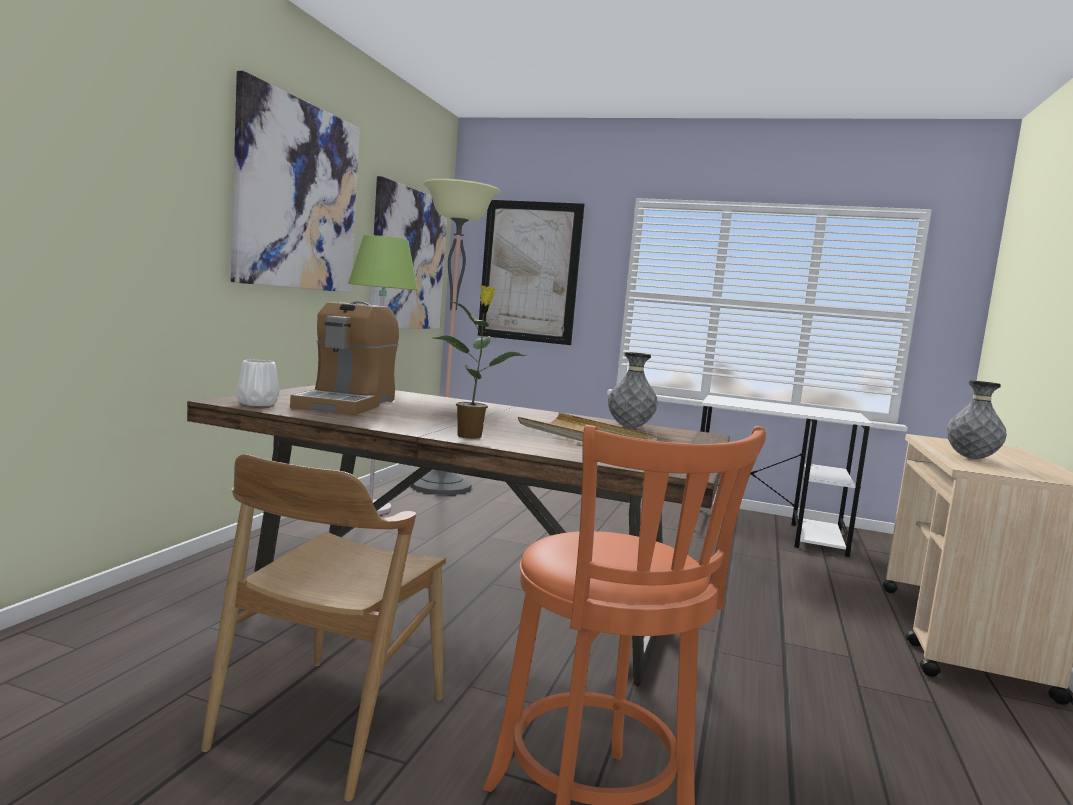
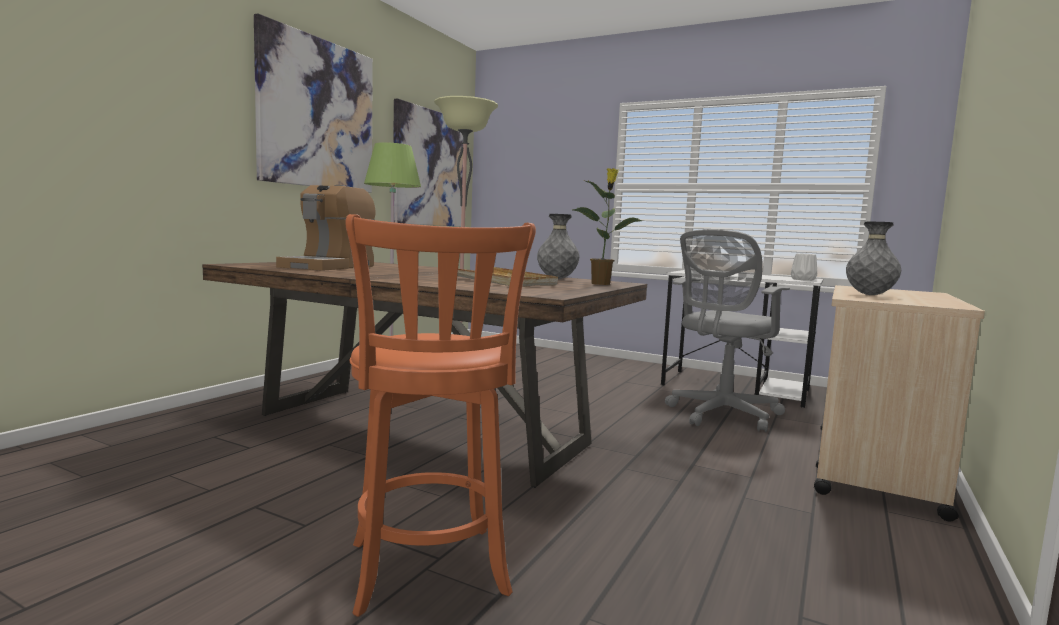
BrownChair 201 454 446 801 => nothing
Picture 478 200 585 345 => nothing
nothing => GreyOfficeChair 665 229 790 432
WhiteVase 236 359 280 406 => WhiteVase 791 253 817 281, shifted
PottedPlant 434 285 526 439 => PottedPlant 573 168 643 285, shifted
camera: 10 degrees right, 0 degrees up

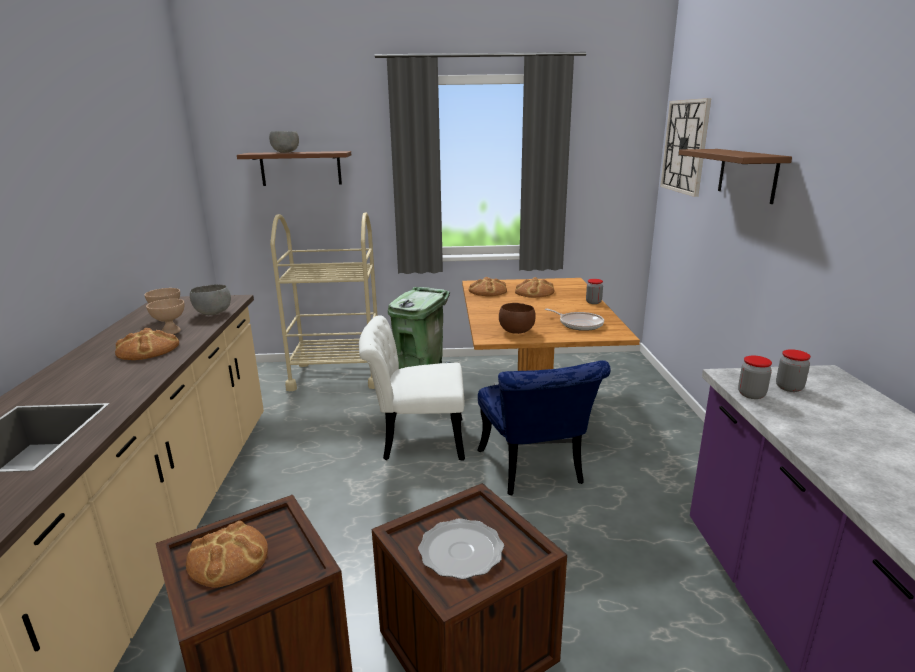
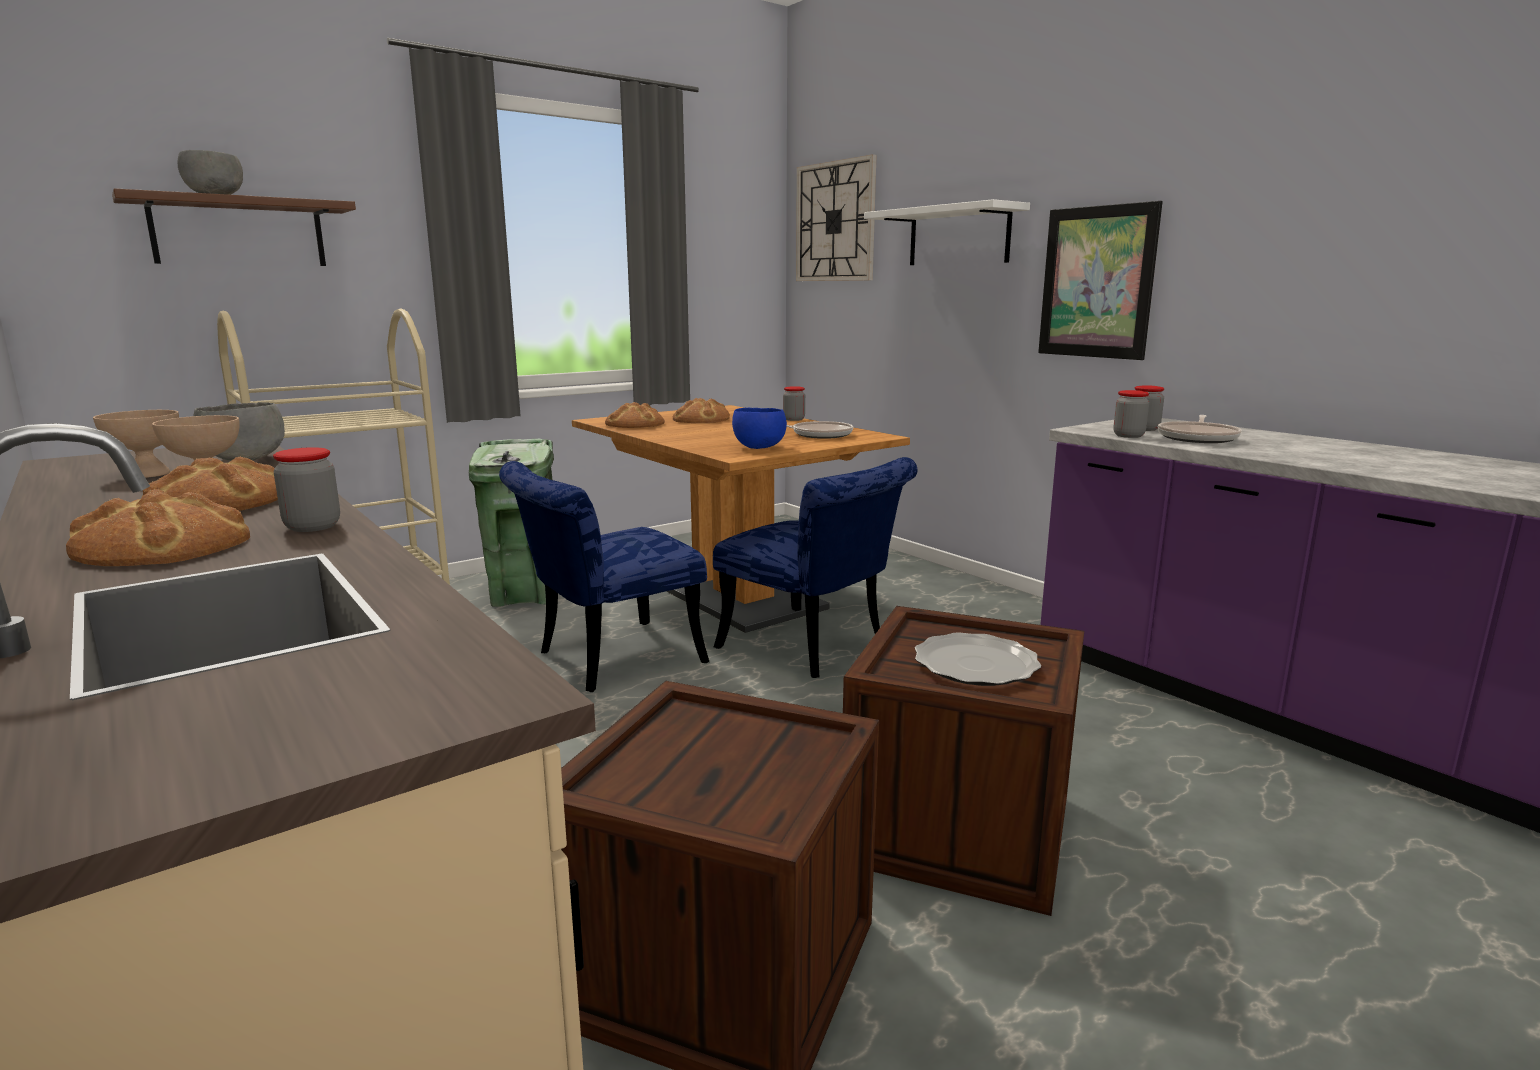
nothing => Jar 273 448 340 532
nothing => Picture 1038 201 1163 360
nothing => FryingPan 1158 415 1242 443
Bread 186 521 268 588 => Bread 66 489 250 566, shifted
WhiteChair 359 315 465 461 => BlueChair 499 461 709 692
BrownBowl 499 303 536 334 => BlueBowl 732 408 787 449
BrownShelf 679 149 792 204 => WhiteShelf 864 199 1030 265
camera: 35 degrees left, 5 degrees down

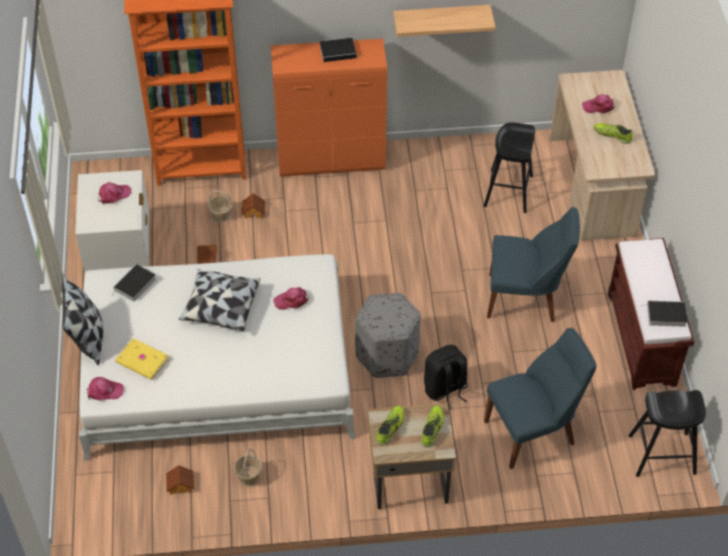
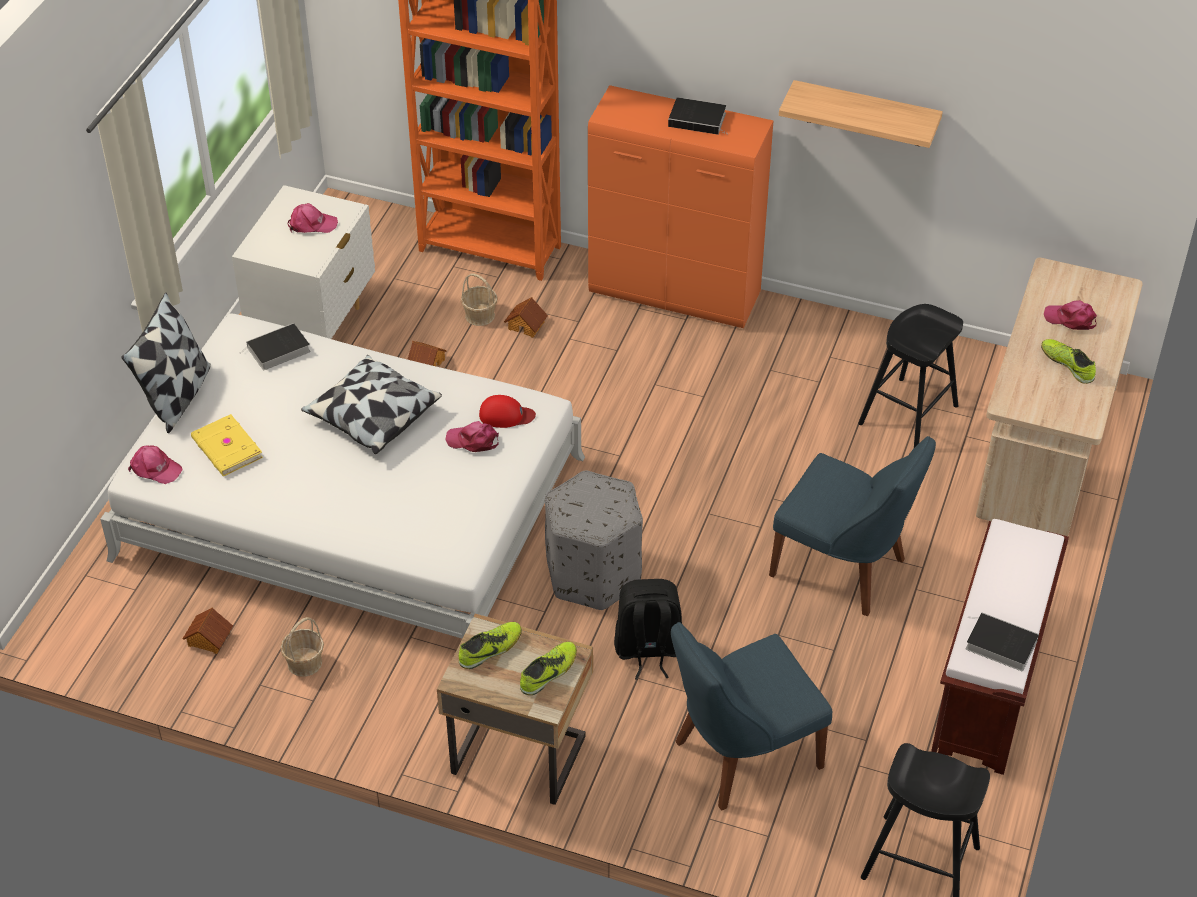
nothing => RedCap 479 395 536 428
BlueChair 484 328 596 469 => BlueChair 671 622 832 811, 150 degrees clockwise
camera: 25 degrees right, 5 degrees down

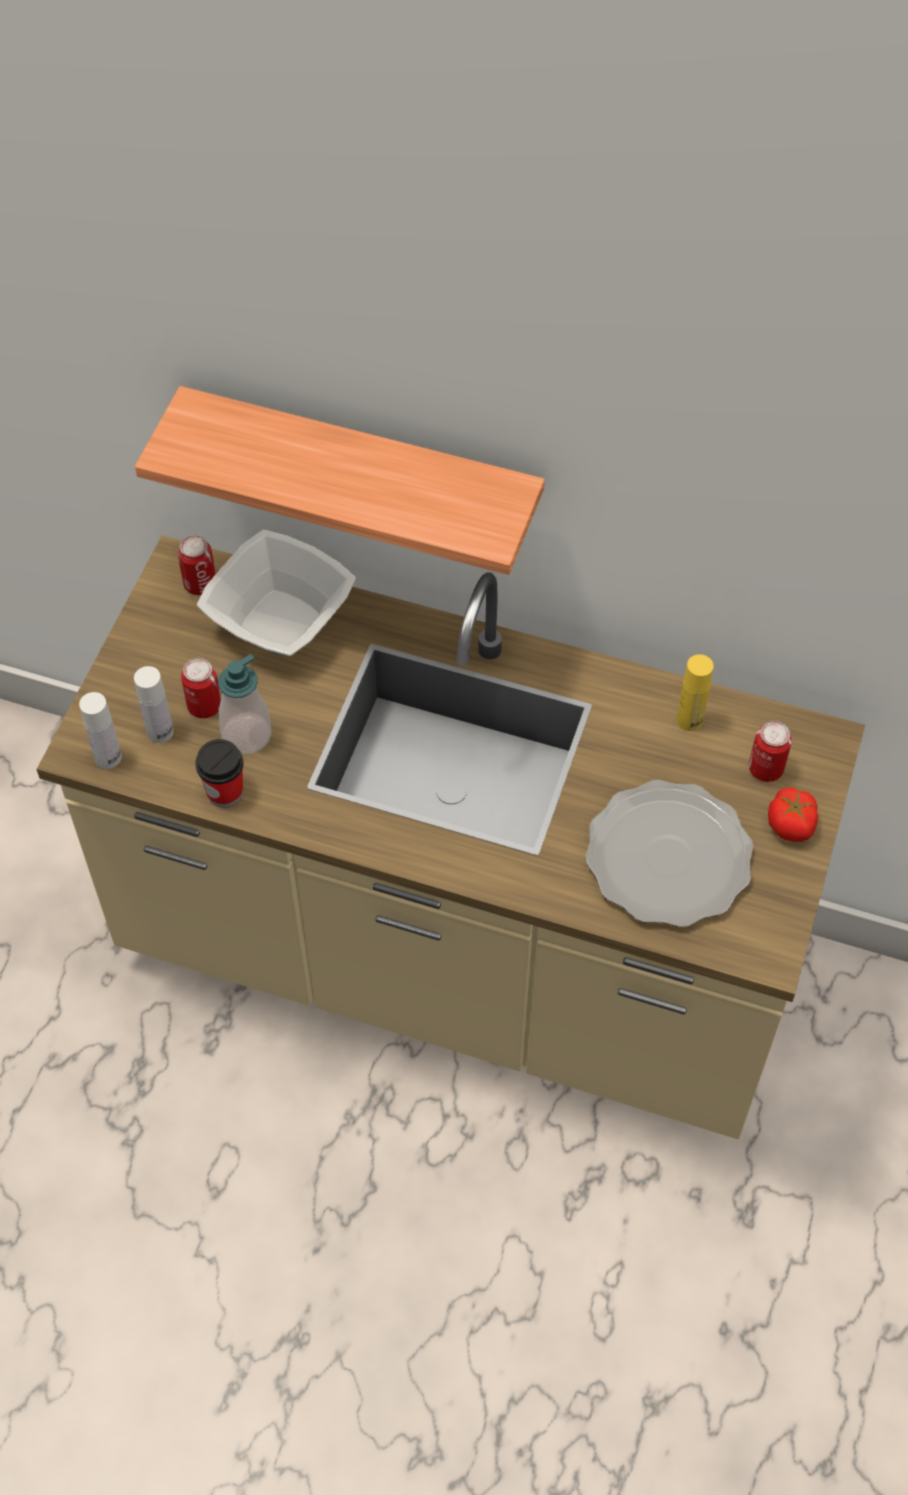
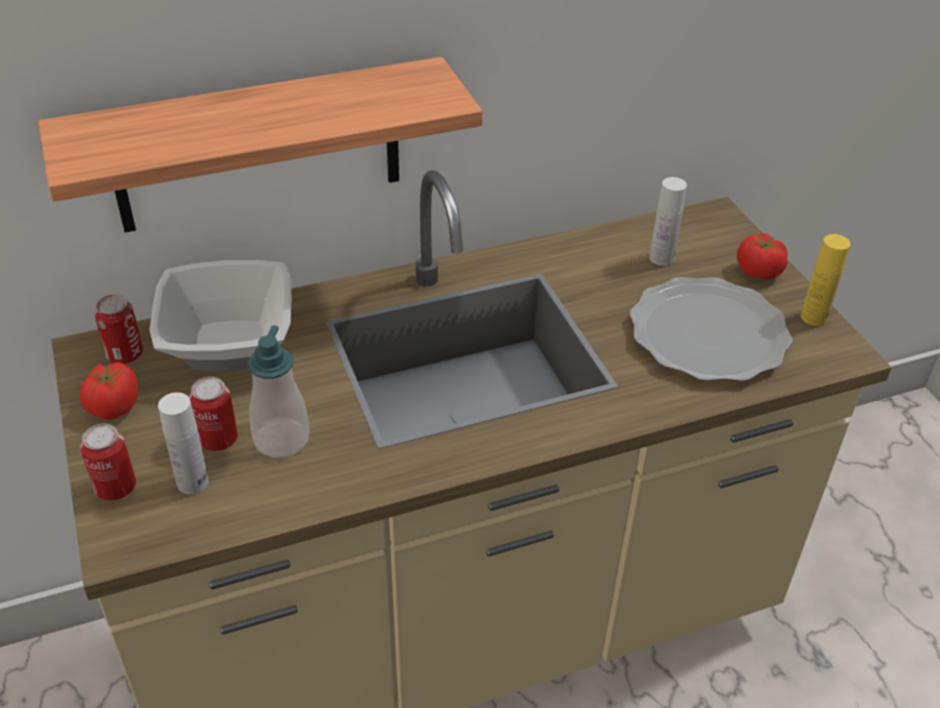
Cup 195 739 244 807 => nothing
nothing => Tomato 79 362 138 420
WhiteBottle 79 692 122 769 => WhiteBottle 649 177 687 266, shifted
YellowBottle 677 654 714 731 => YellowBottle 801 234 850 326, shifted
Can 748 721 792 782 => Can 80 424 136 501, shifted
camera: 40 degrees left, 15 degrees down

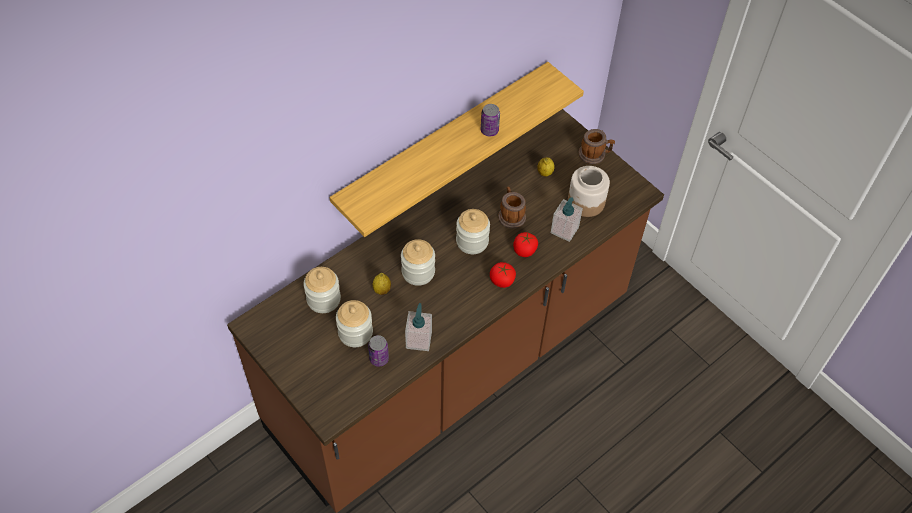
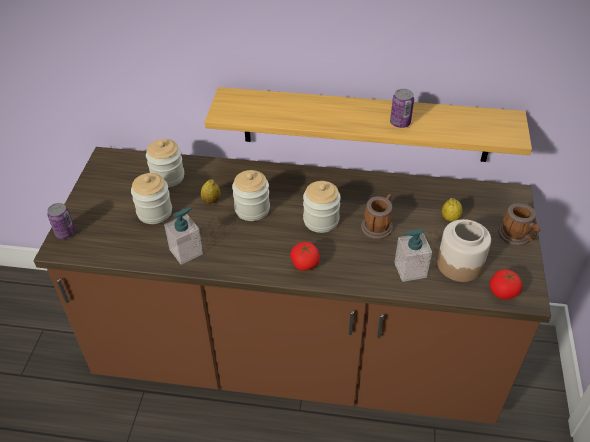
Can 368 335 389 367 => Can 47 203 75 239, shifted
Tomato 513 232 538 257 => Tomato 490 269 522 300, shifted
camera: 50 degrees right, 10 degrees down

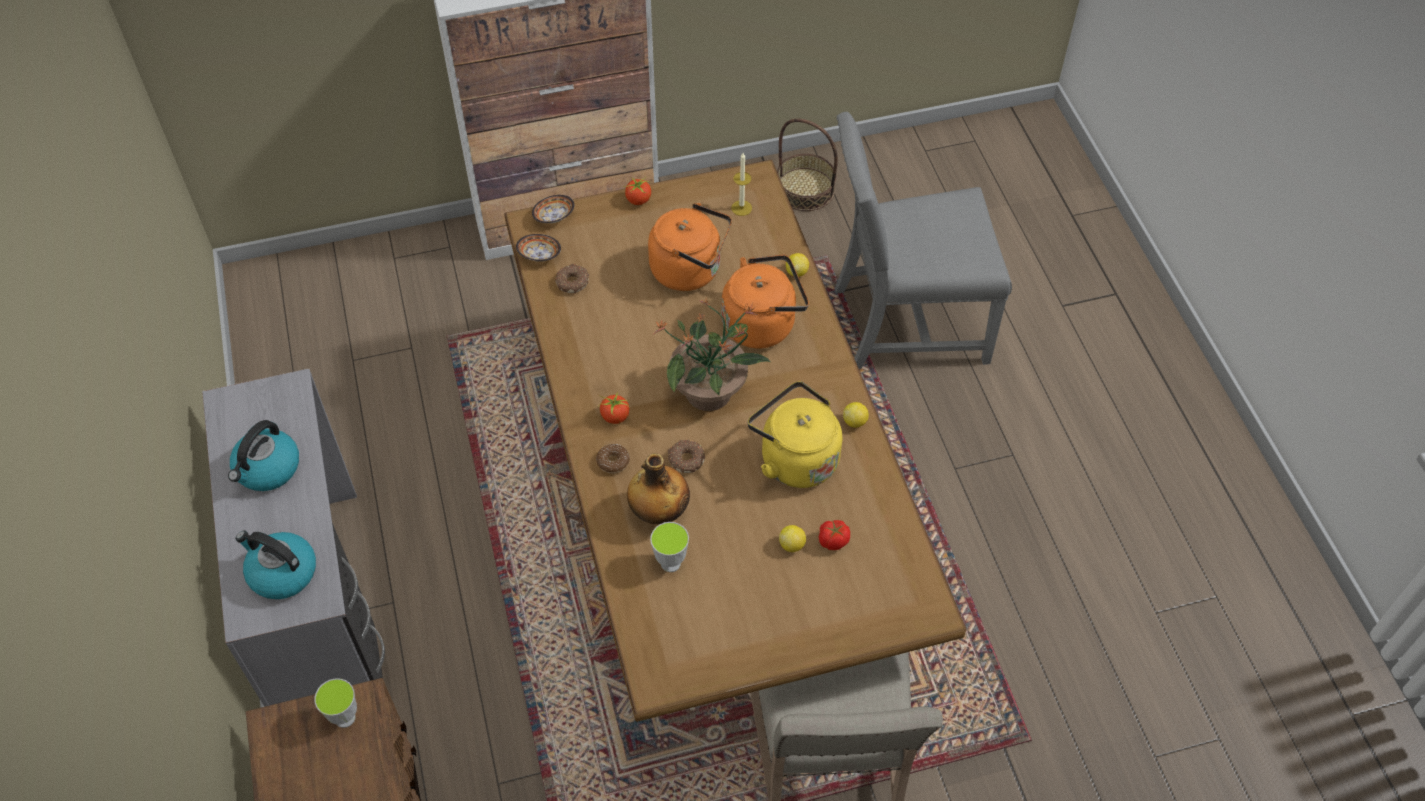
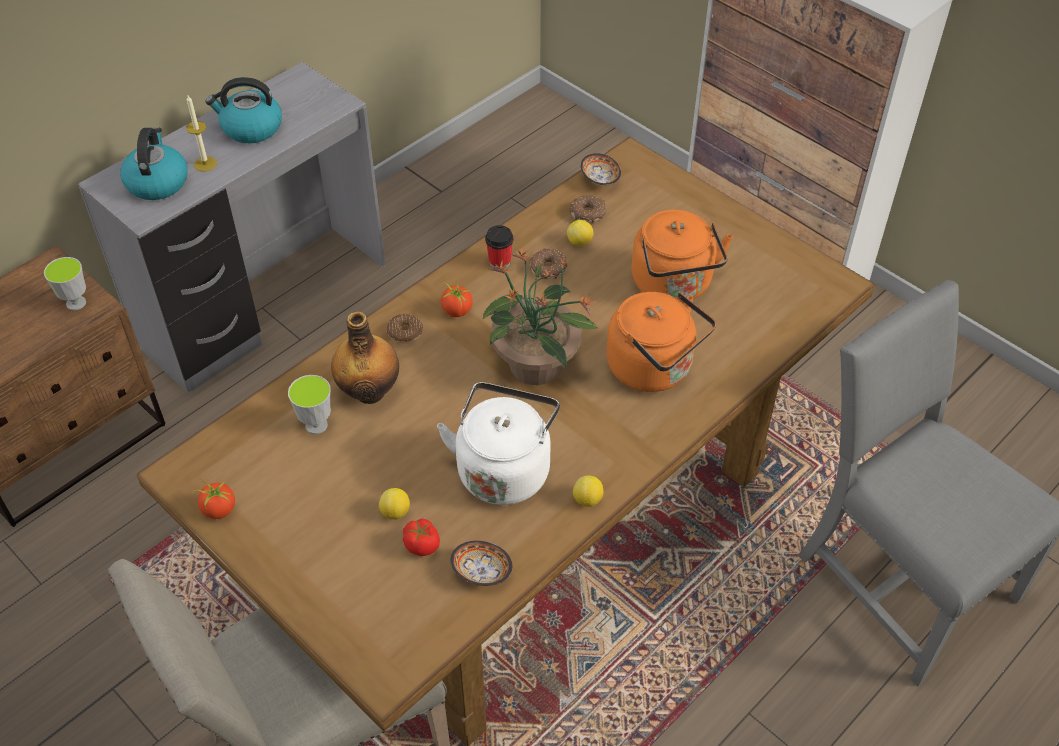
Basket 777 118 838 211 => nothing
nothing => Cup 485 225 513 270
Bowl 532 195 574 223 => Bowl 450 541 513 586, shifted
Tomato 623 177 651 205 => Tomato 193 479 235 519, shifted
Donut 668 439 705 473 => Donut 529 248 567 279, shifted
Candle 731 153 752 216 => Candle 186 95 217 172, shifted
Lemon 786 253 809 277 => Lemon 567 220 593 246, shifted
YellowKettle 748 381 842 488 => WhiteKettle 437 382 560 505
camera: 60 degrees right, 5 degrees down

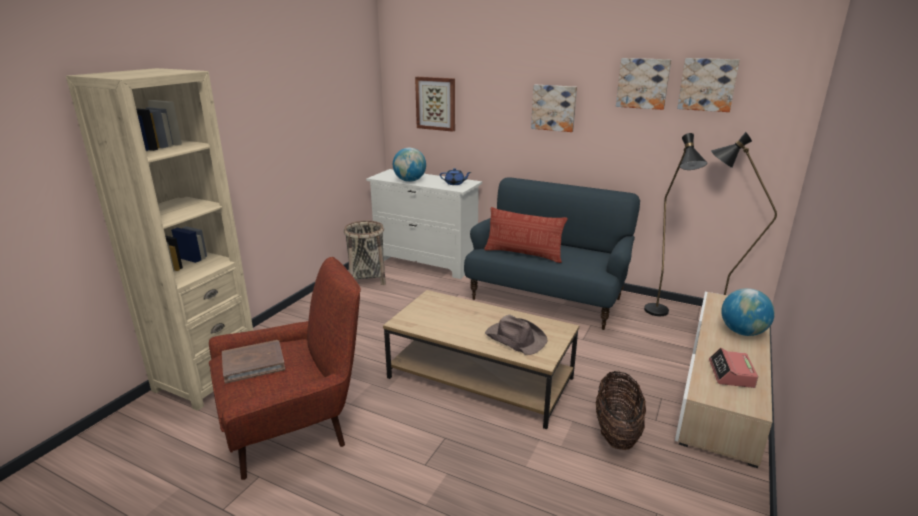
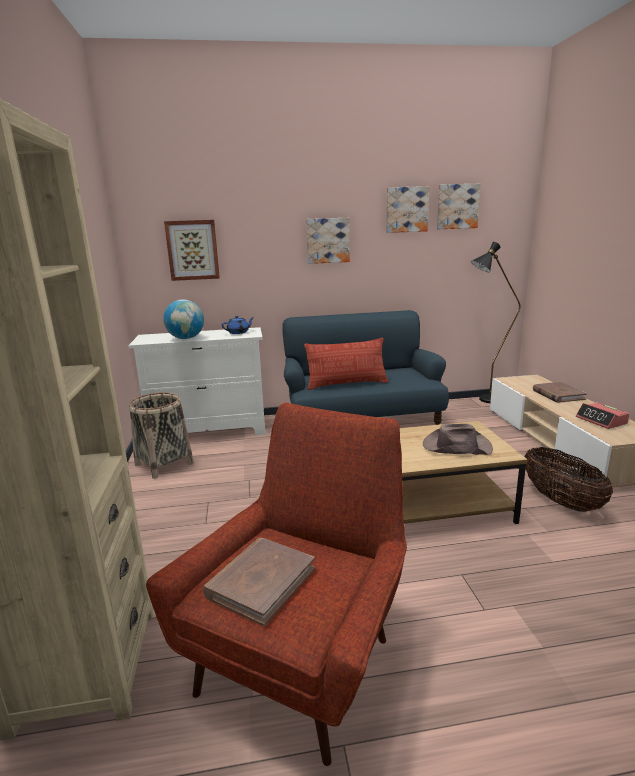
BlackFloorLamp 644 133 707 316 => nothing
Globe 721 288 775 336 => BrownBook 533 382 587 403
camera: 35 degrees left, 5 degrees down

